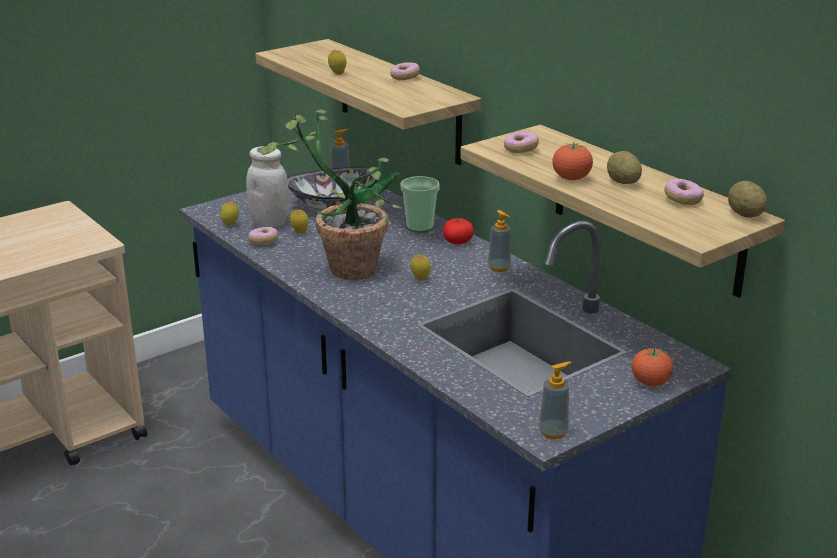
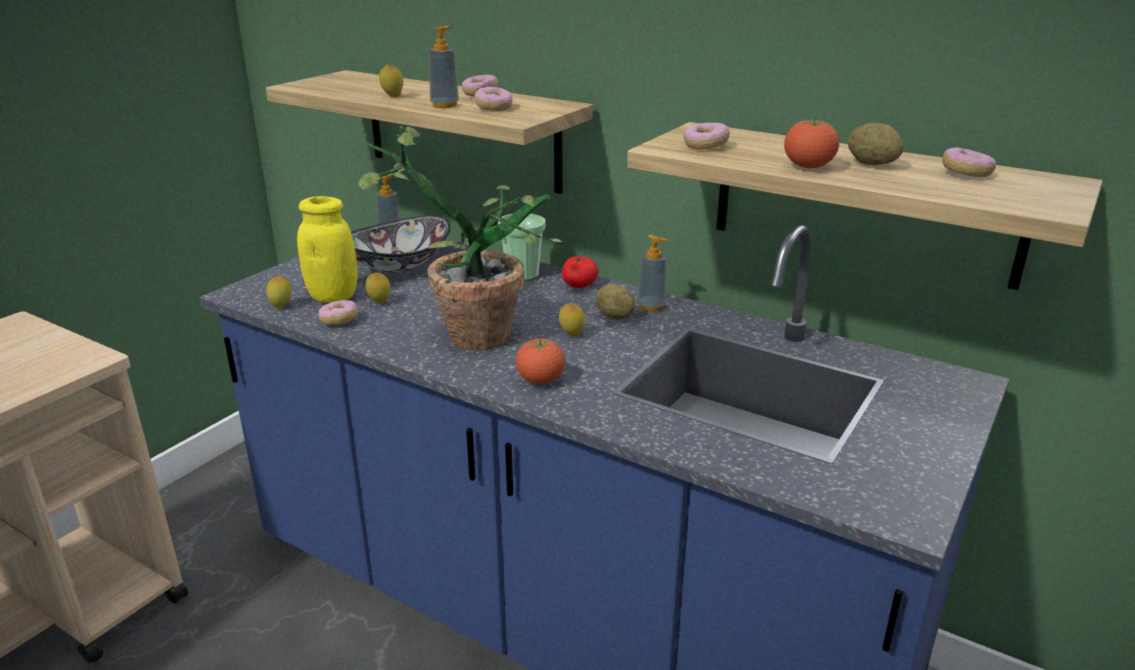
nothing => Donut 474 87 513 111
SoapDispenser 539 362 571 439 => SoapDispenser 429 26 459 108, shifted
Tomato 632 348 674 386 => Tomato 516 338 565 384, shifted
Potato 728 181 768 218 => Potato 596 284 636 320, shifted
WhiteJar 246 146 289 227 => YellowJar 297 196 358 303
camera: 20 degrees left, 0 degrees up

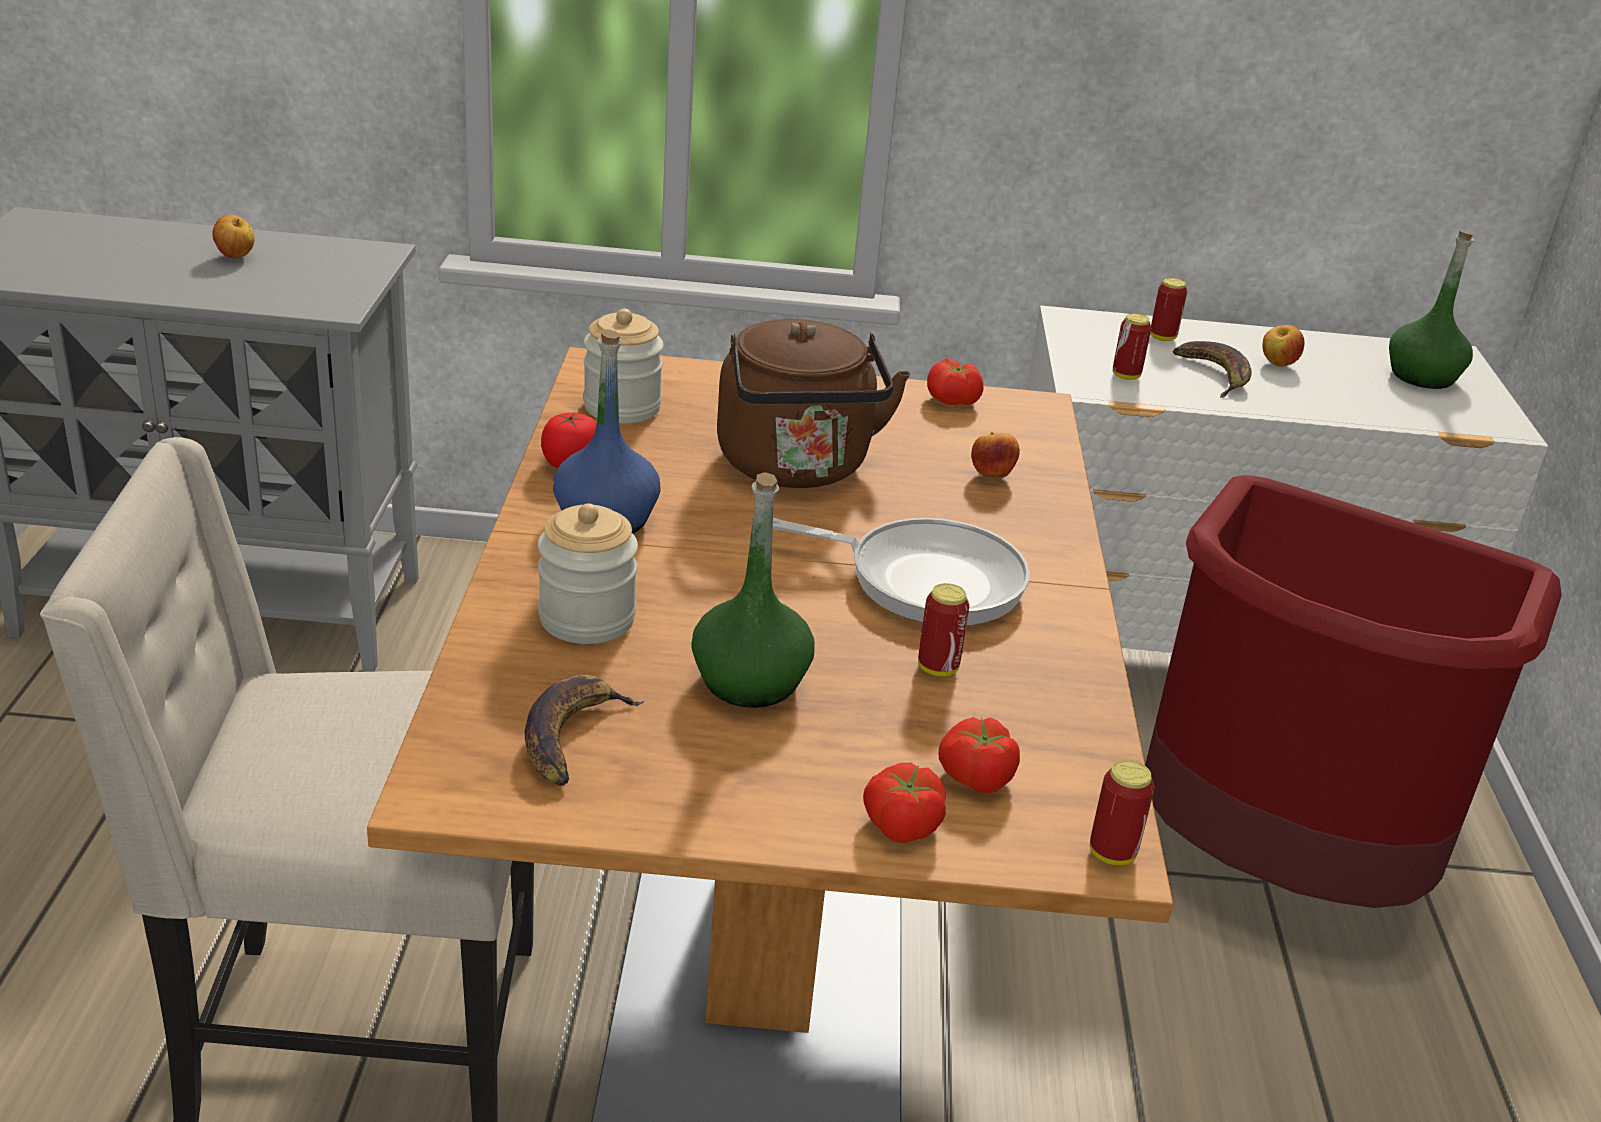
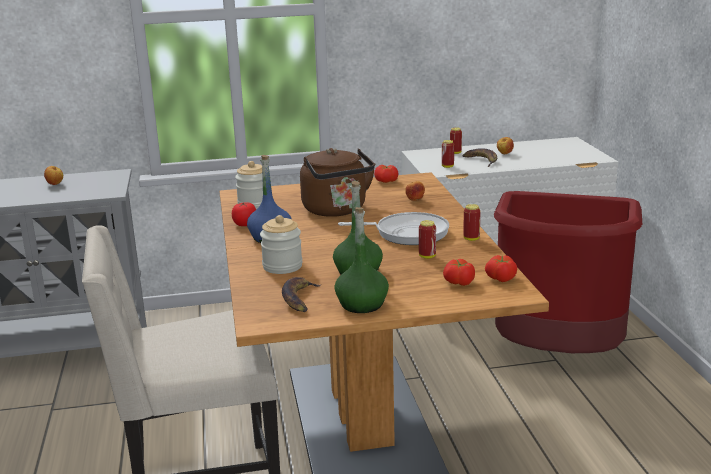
Tomato 863 763 946 843 => Tomato 485 255 517 282, shifted
Can 1090 760 1154 865 => Can 463 204 481 241, shifted
GreenBottle 1389 230 1474 389 => GreenBottle 334 207 389 313, shifted
camera: 10 degrees left, 10 degrees down

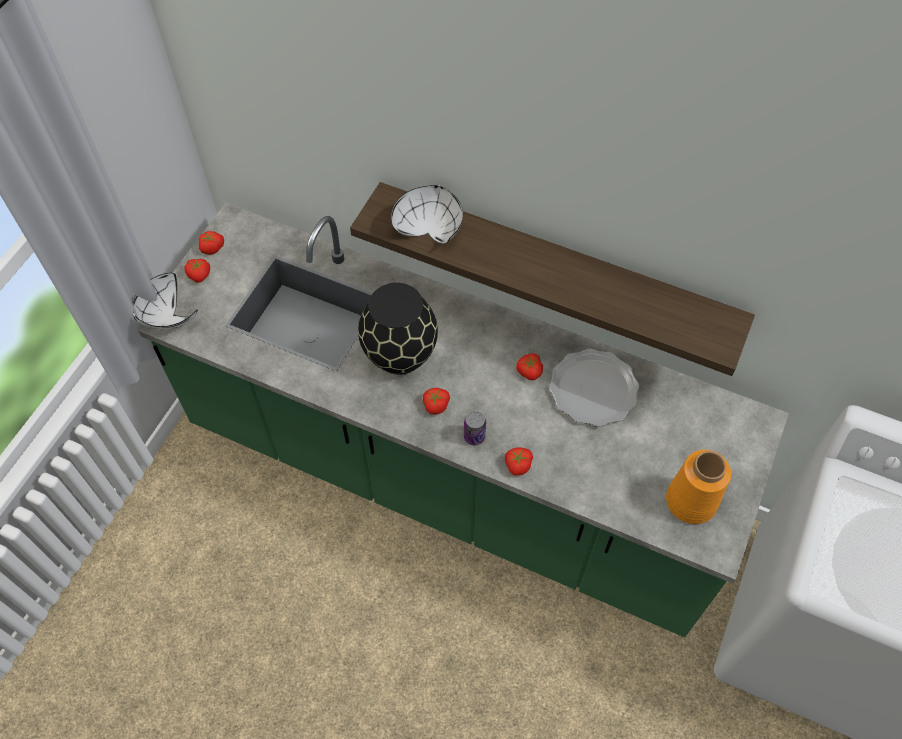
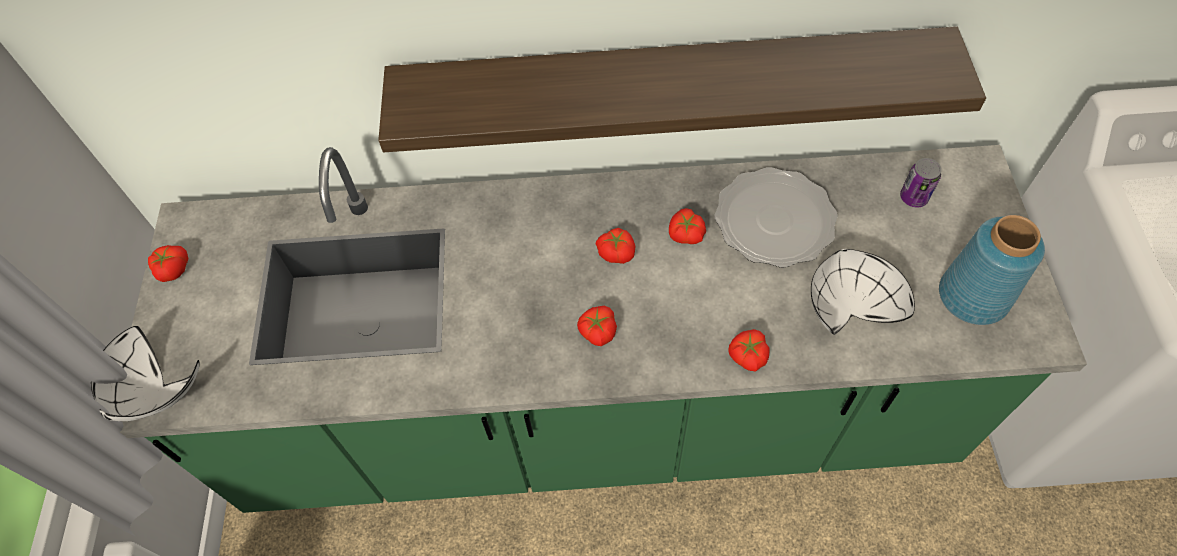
BlackVase 358 283 438 375 => nothing
Tomato 184 259 210 283 => Tomato 595 228 635 264, shifted
WhiteBowl 391 185 463 244 => WhiteBowl 811 249 915 335, shifted
Can 464 411 486 445 => Can 900 158 942 207, shifted
OrangeVase 666 450 731 524 => BlueVase 939 215 1045 325
camera: 25 degrees left, 0 degrees up

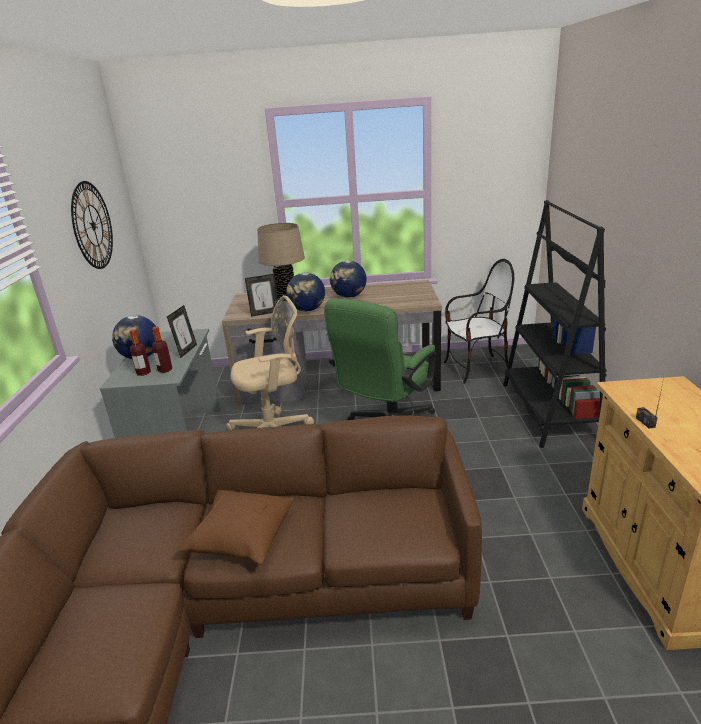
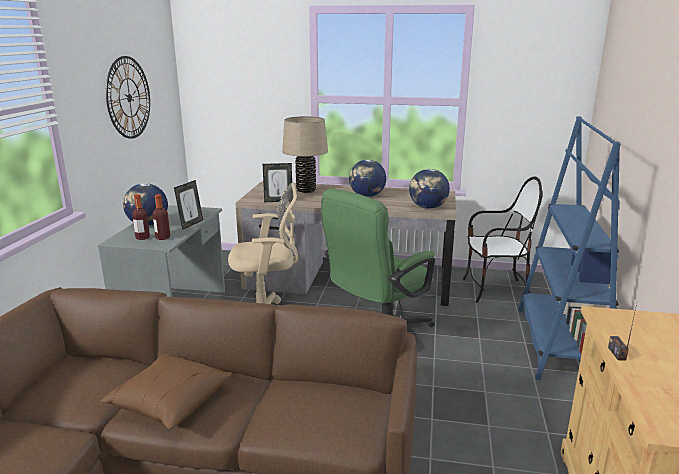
Globe 286 273 325 312 => Globe 409 169 450 209, shifted
BlackBookcase 503 200 607 448 => BlueBookcase 518 116 621 380
camera: 10 degrees right, 5 degrees down

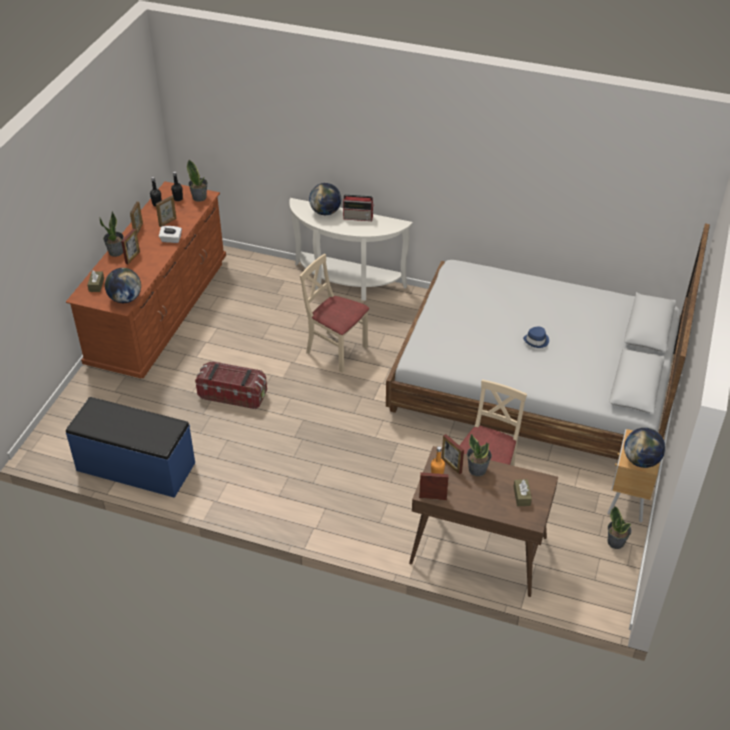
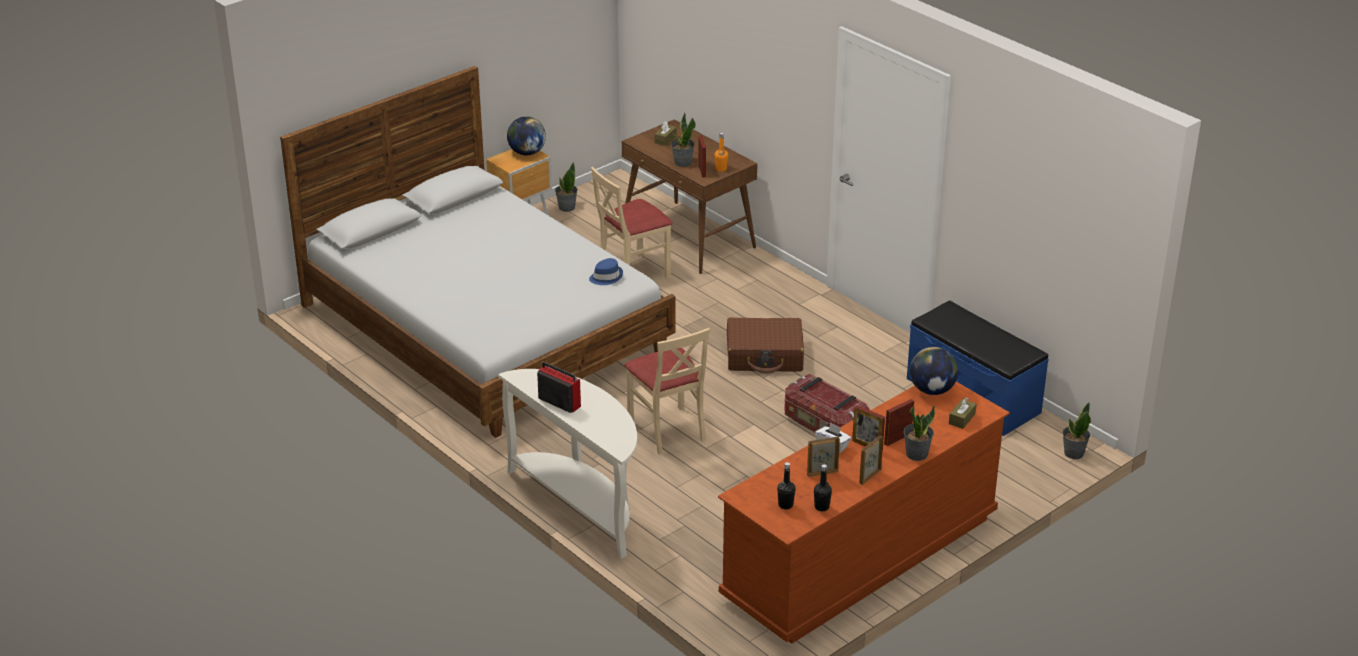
Globe 309 183 341 215 => nothing
nothing => BrownSuitcase 727 317 804 374
PottedPlant 187 160 208 202 => PottedPlant 1063 403 1091 459, shifted
PictureFrame 419 472 449 500 => PictureFrame 852 405 885 451, shifted
BlueHat 523 327 549 348 => BlueHat 589 258 623 285, shifted
camera: 150 degrees left, 10 degrees down

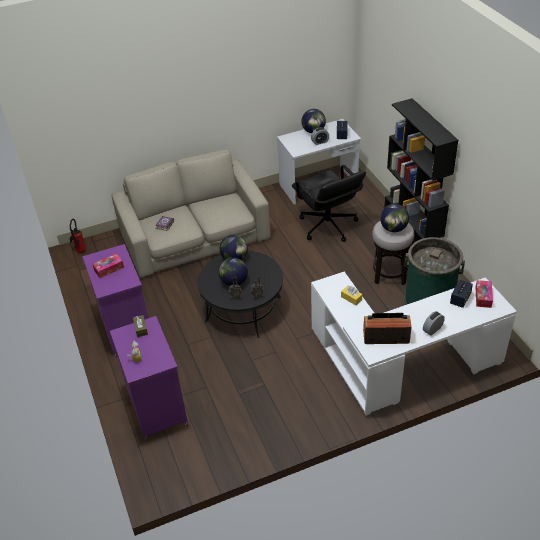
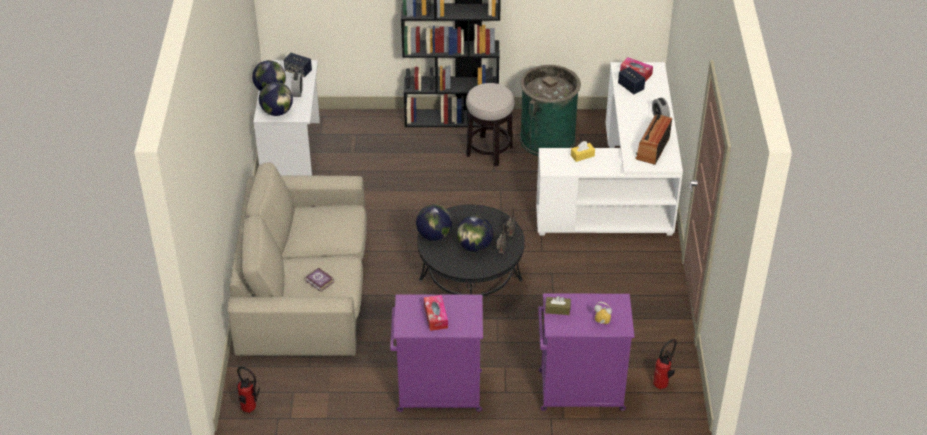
BlackOfficeChair 292 165 366 242 => nothing
nothing => FireExtinguisher 653 339 677 390
Globe 380 204 409 232 => Globe 259 82 293 116, shifted
camera: 70 degrees left, 0 degrees up

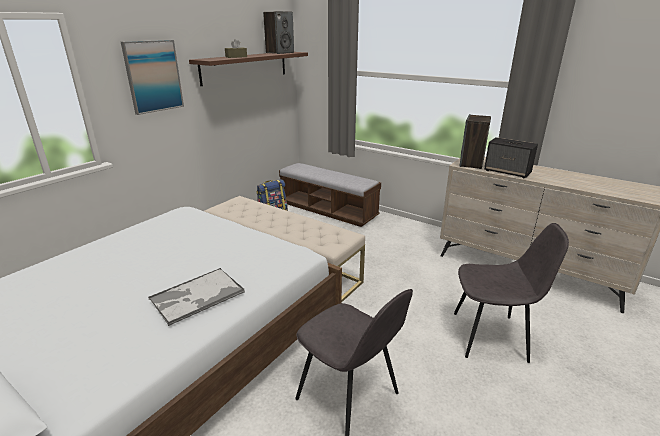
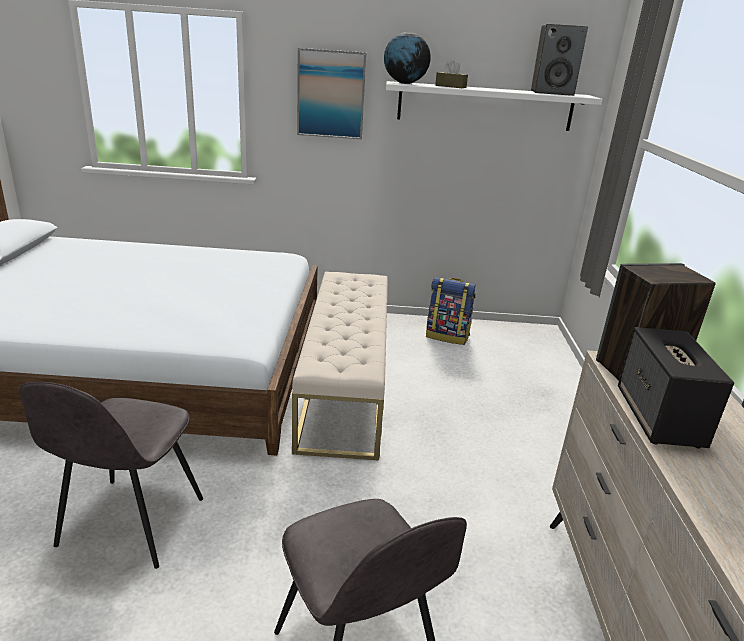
Tray 148 268 245 326 => nothing
Bench 279 163 381 227 => nothing
nothing => Globe 384 32 431 84
BrownShelf 189 52 308 86 => WhiteShelf 386 81 603 131
camera: 55 degrees right, 0 degrees up

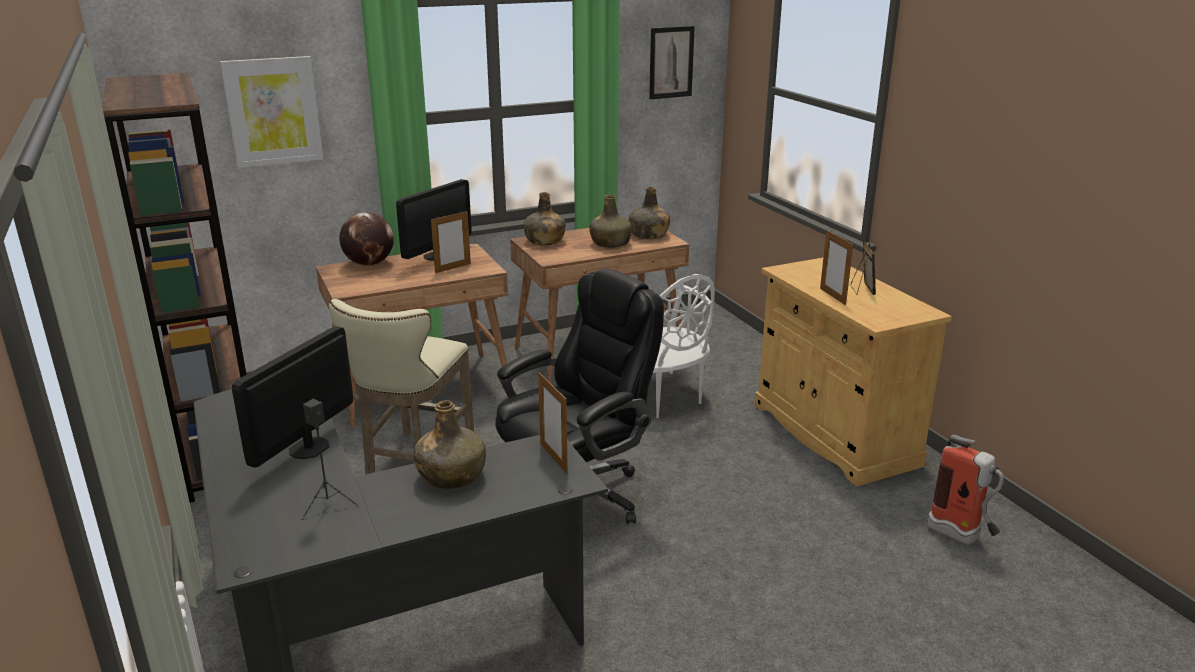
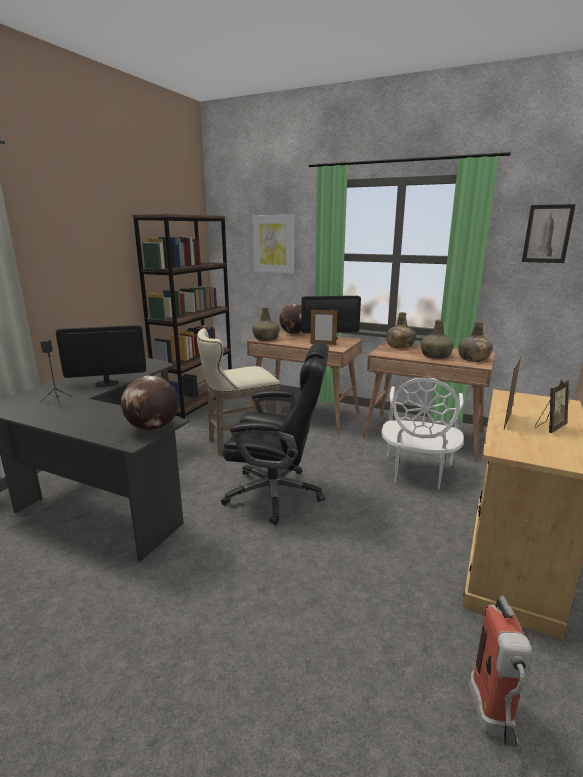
GreenBottle 414 400 486 489 => GreenBottle 252 307 279 341, shifted
PictureFrame 538 372 568 474 => Globe 121 375 179 431
camera: 50 degrees right, 5 degrees down

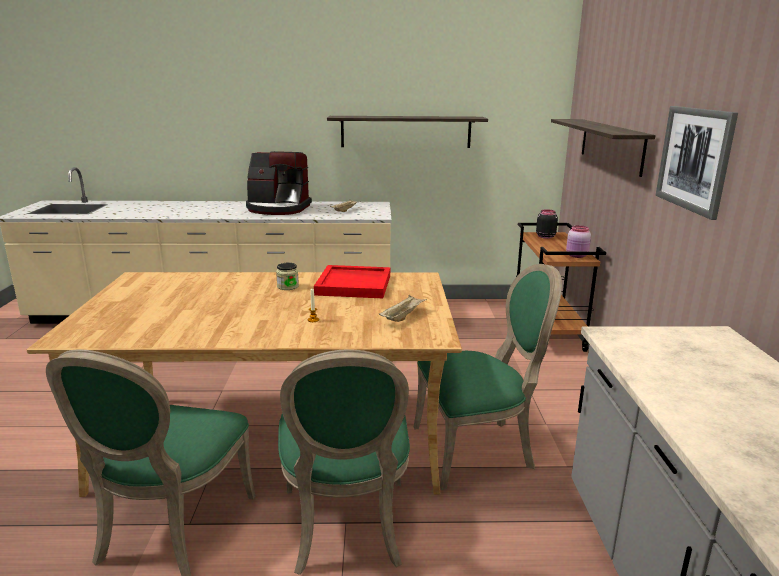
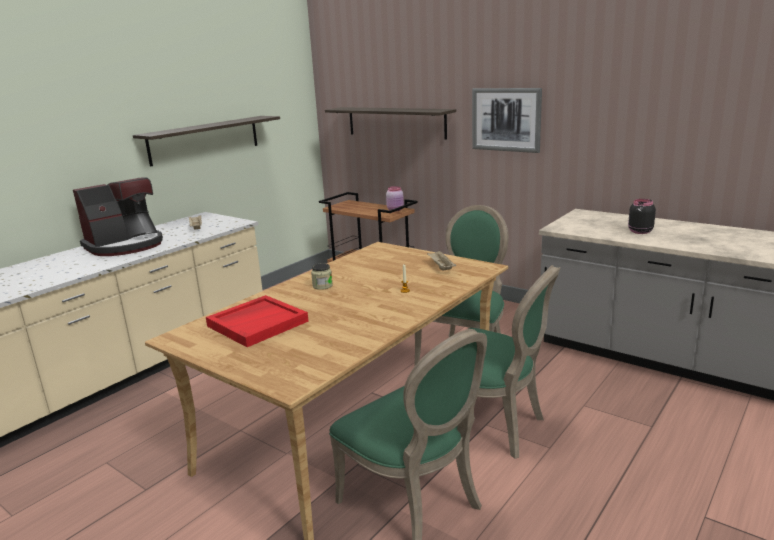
RedTray 314 265 390 298 => RedTray 206 295 309 347, shifted
BlackJar 536 209 558 239 => BlackJar 628 199 656 234, shifted
camera: 50 degrees left, 0 degrees up

